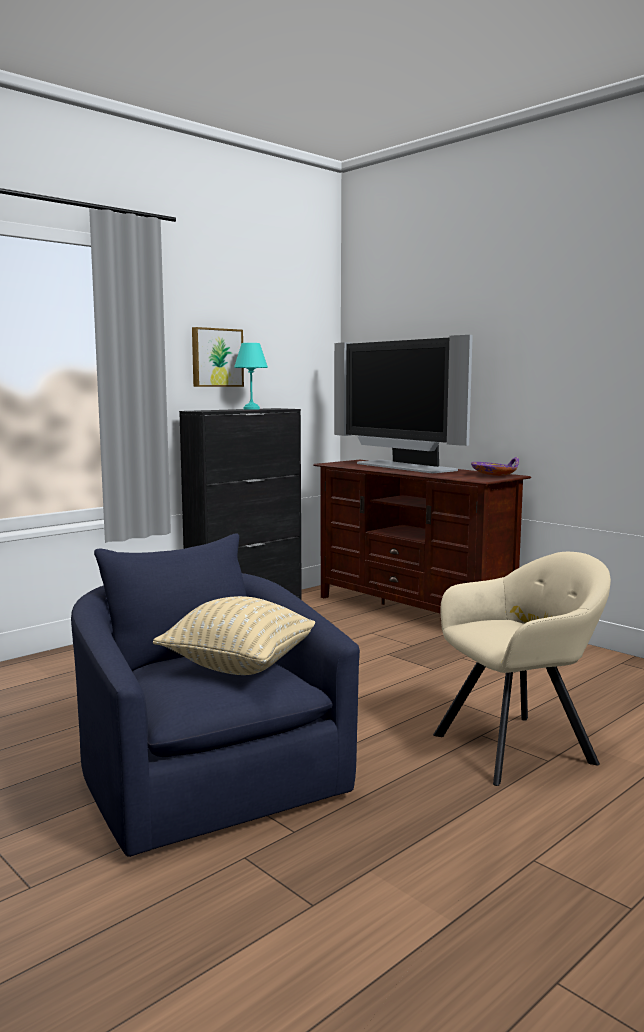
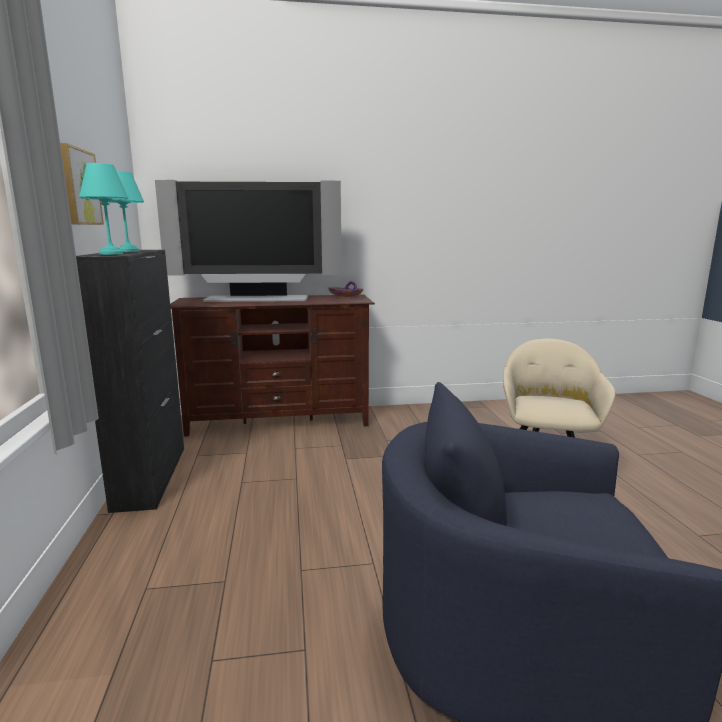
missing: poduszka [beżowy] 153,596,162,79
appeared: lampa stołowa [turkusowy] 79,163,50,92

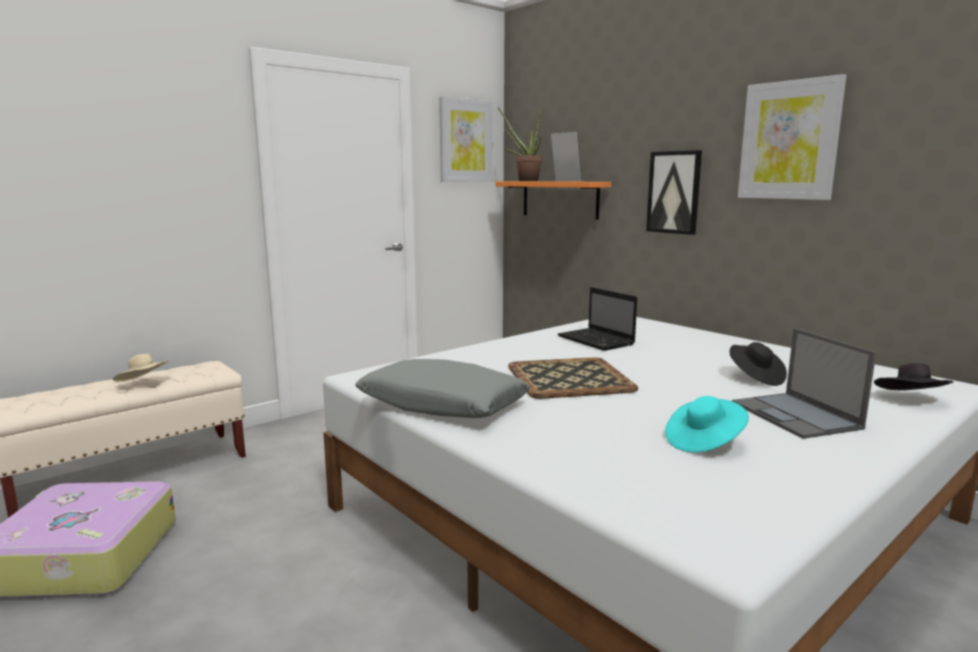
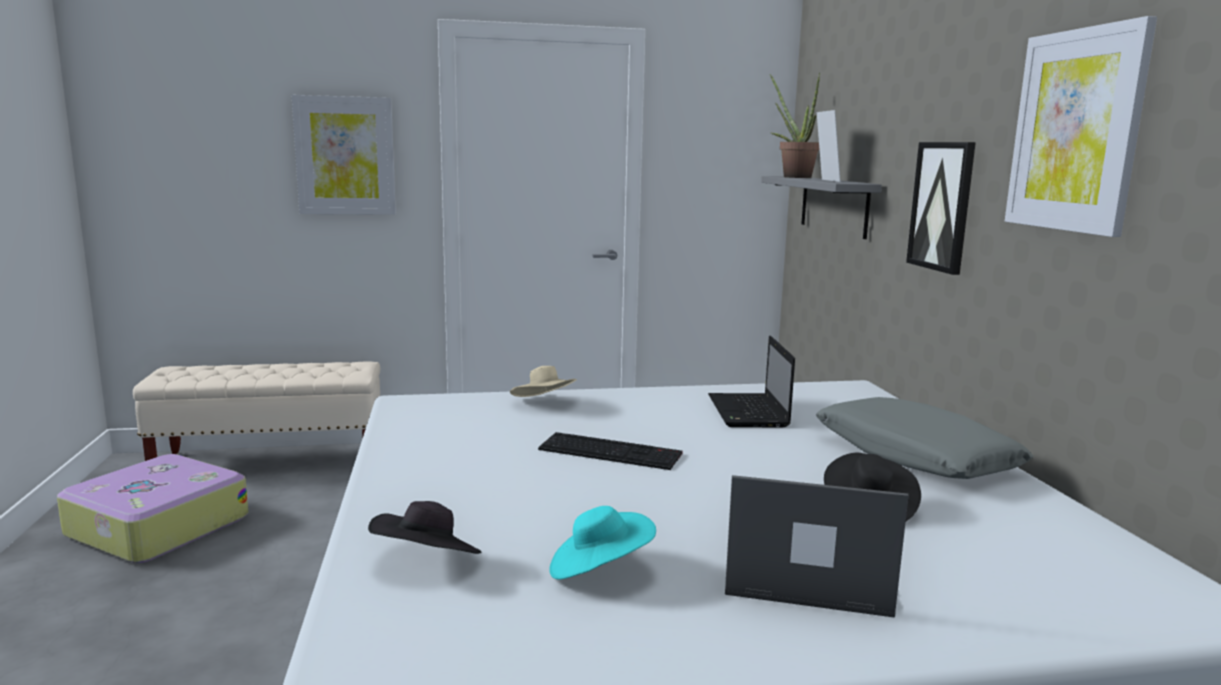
relocated: obraz 439,96,54,86 to 291,95,105,120; kapelusz [czarny] 874,363,79,27 to 368,501,114,53; kapelusz [beżowy] 113,354,56,28 to 510,366,67,31; poduszka [szary] 355,359,175,59 to 816,397,218,82
exchanged: taca 508,357,130,42 to klawiatura 538,432,145,38
colour: półka [pomarańczowy] 495,181,116,39 to półka [szary] 761,176,121,63
spun: laptop 732,328,144,111 = 725,475,184,142 90 degrees clockwise

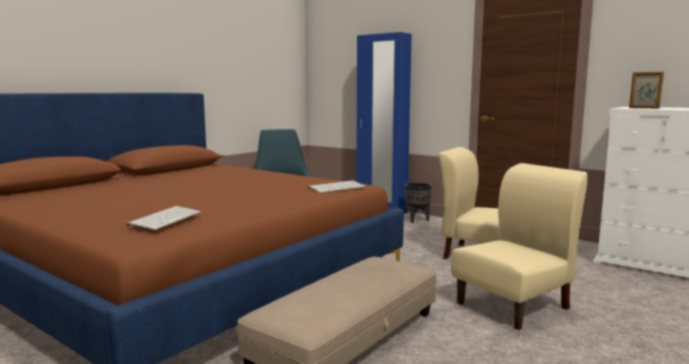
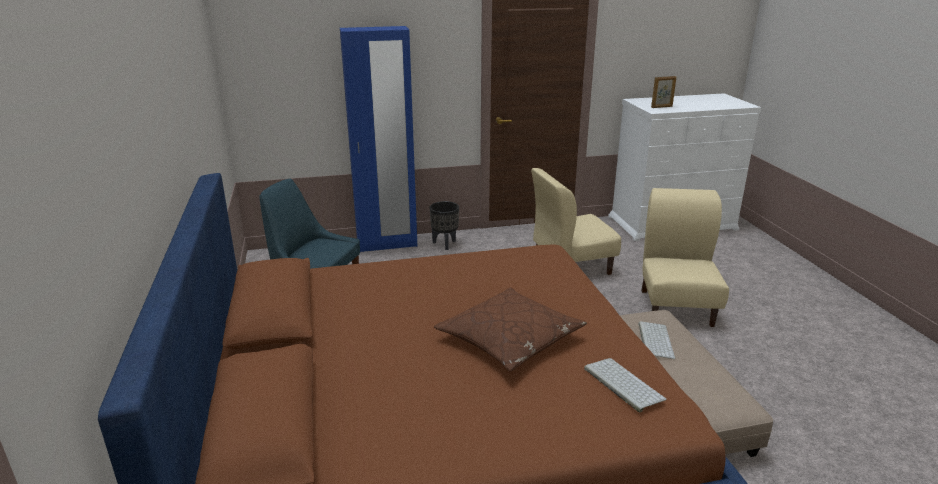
appeared: poduszka [brązowy] 434,288,153,83
relocated: klawiatura 308,180,58,13 to 638,321,37,38

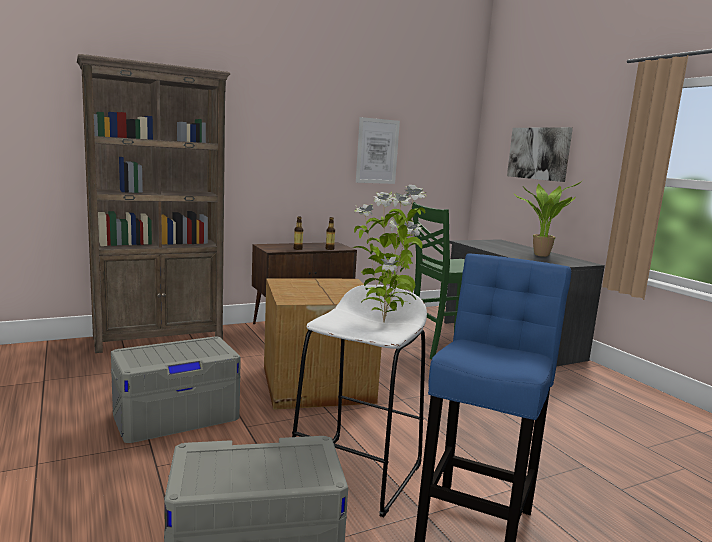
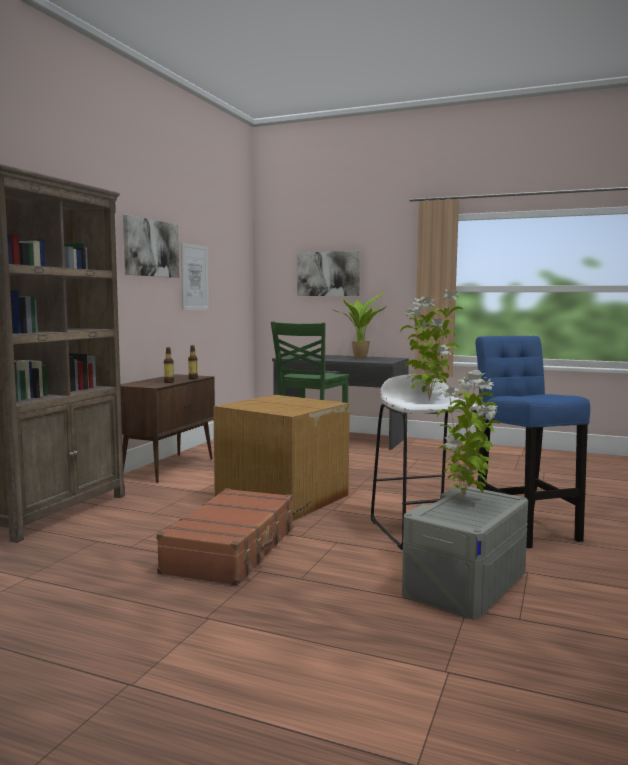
appeared: obraz 123,215,56,63; roślina doniczkowa 437,370,63,130
exchanged: pojemnik do przechowywania [szary] 111,336,130,107 to walizka [brązowy] 156,488,138,98

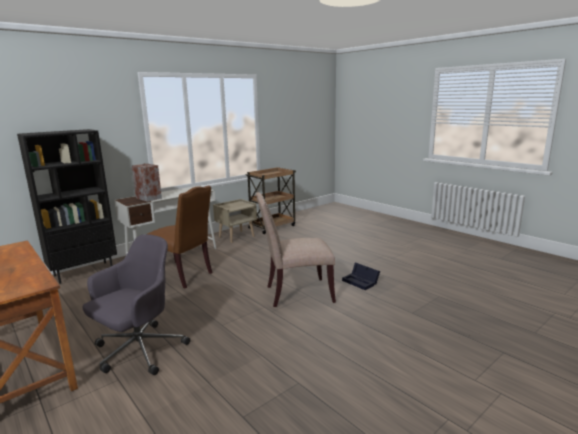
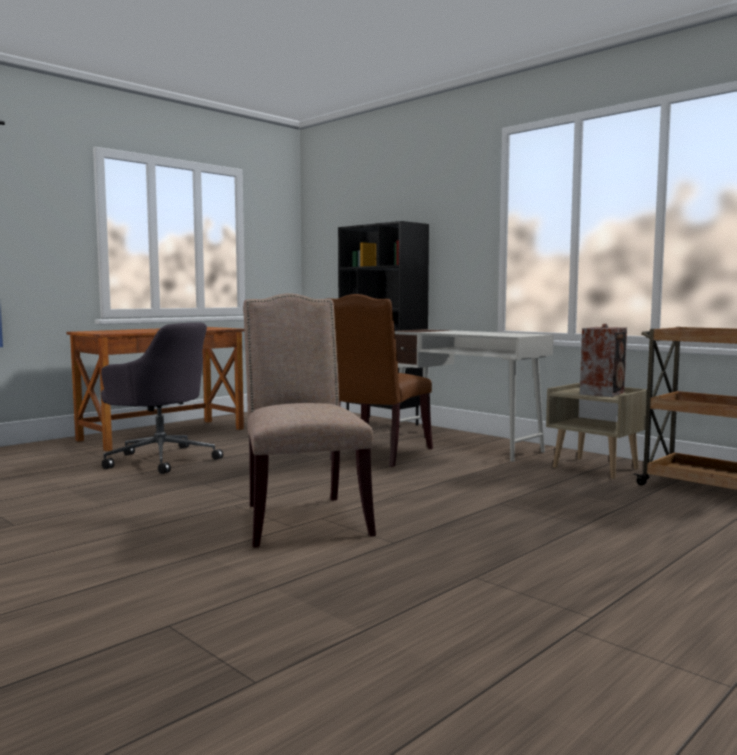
missing: pojemnik do przechowywania [czarny] 342,263,38,27
relocated: głośnik 132,163,30,39 to 580,324,47,73

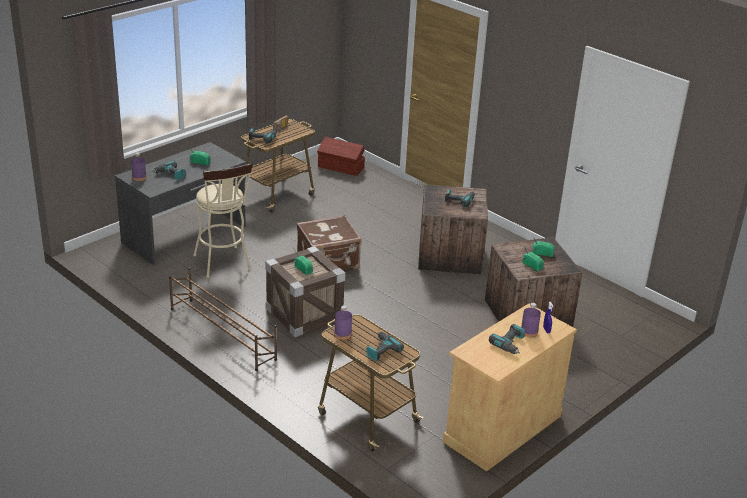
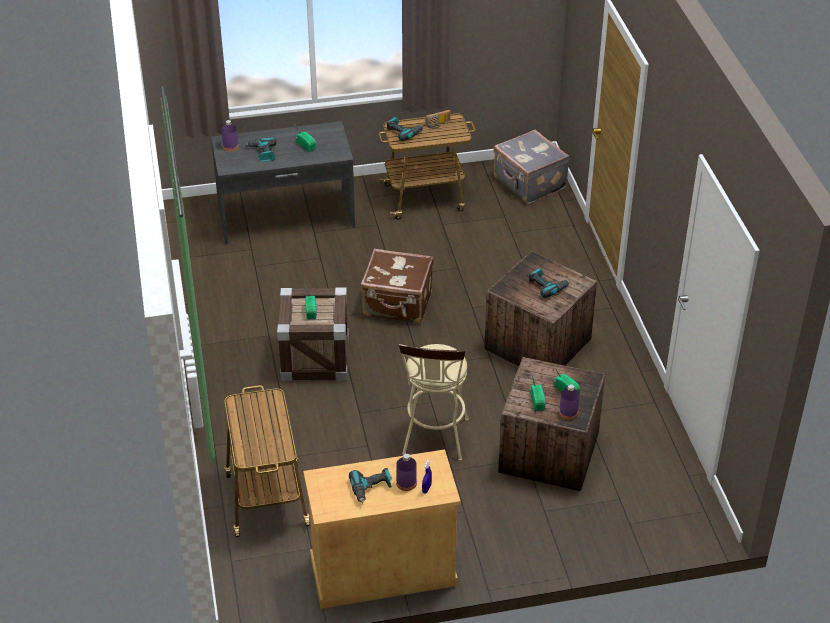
missing: regał na buty [brązowy] 169,267,108,104; wiertarka 366,332,38,29
relocated: stołek [beżowy] 193,163,60,115 to 399,343,70,118; butelka [fioletowy] 334,305,18,35 to 559,384,21,36
exchanged: pojemnik do przechowywania [brązowy] 317,137,48,39 to walizka [szary] 494,130,75,74

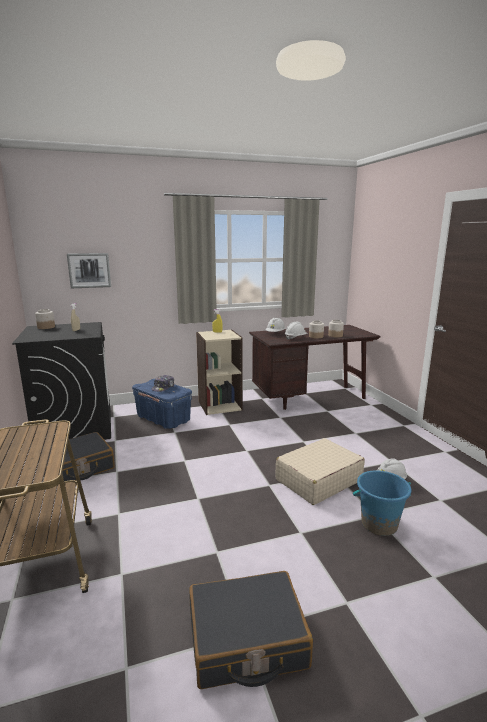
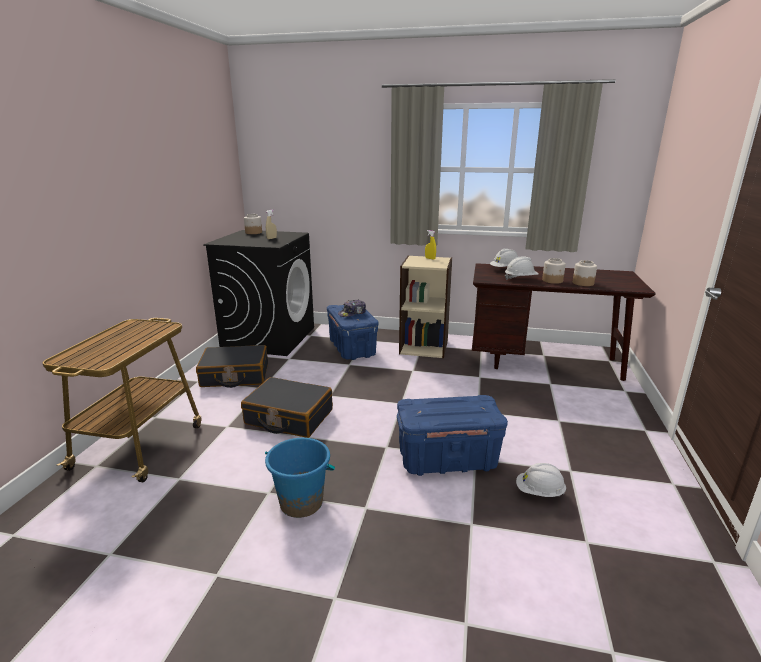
missing: obraz 67,253,44,35
relocated: walizka [czarny] 189,571,124,118 to 241,377,92,61; wiadro [niebieski] 353,470,58,66 to 265,438,70,80
exchanged: walizka [beżowy] 275,438,90,67 to pojemnik do przechowywania [niebieski] 397,395,111,81

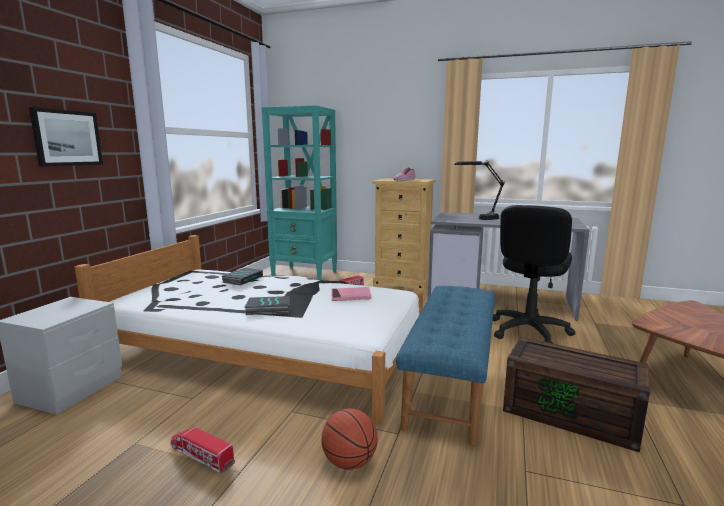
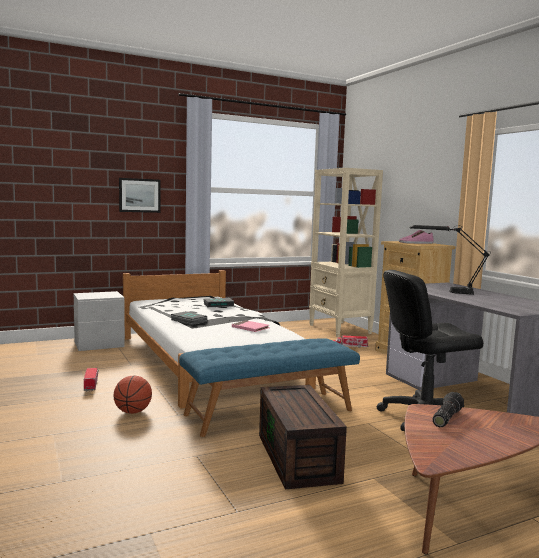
appeared: latarka 433,392,31,35
colour: regał [turkusowy] 261,105,76,175 to regał [beżowy] 309,168,74,169

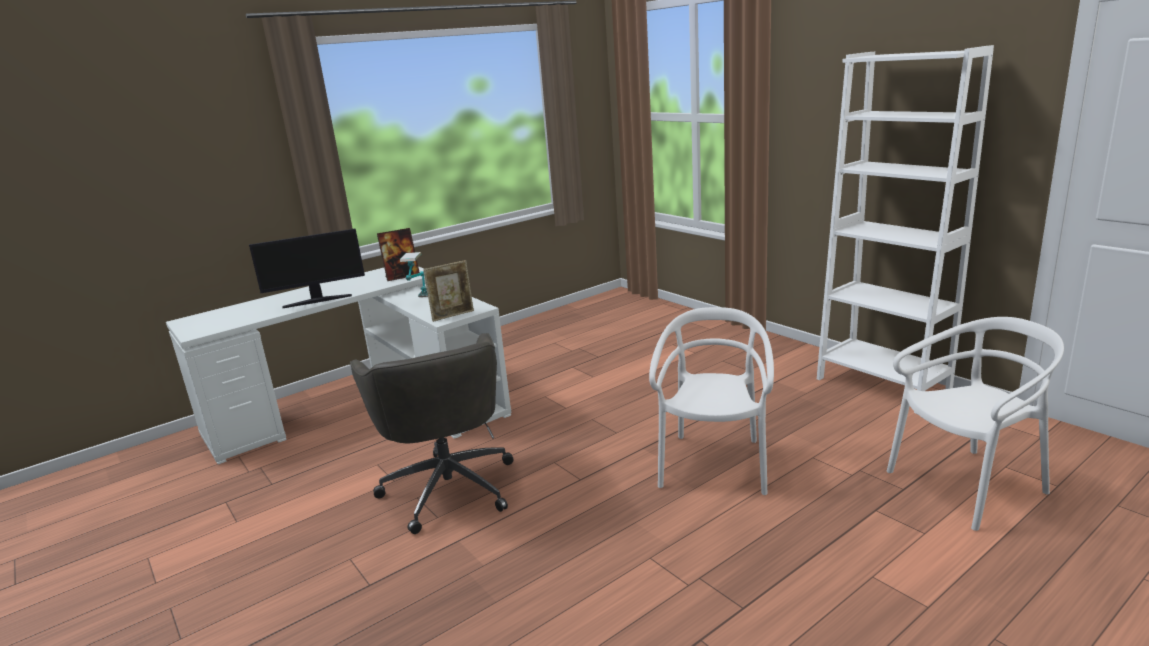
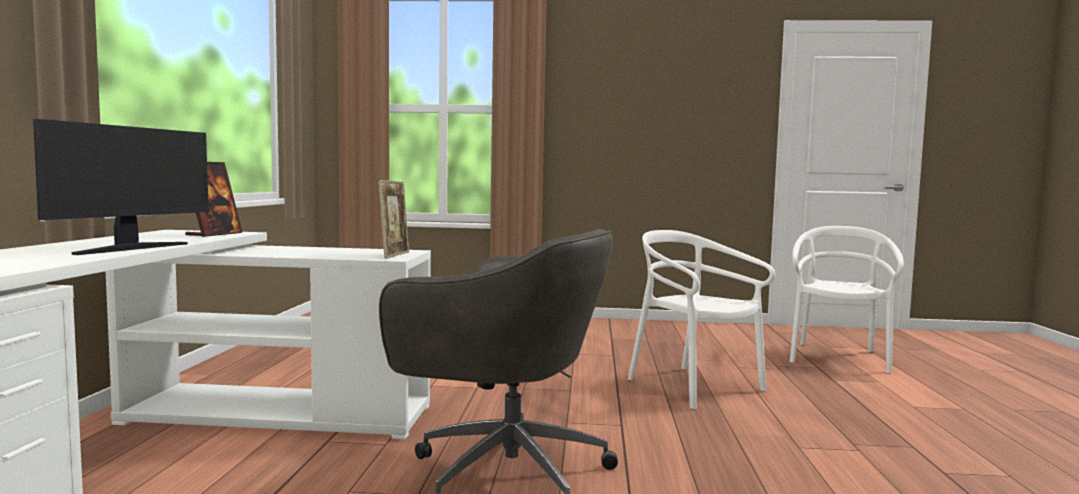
missing: lampa stołowa 400,252,28,45; regał [biały] 817,45,177,369

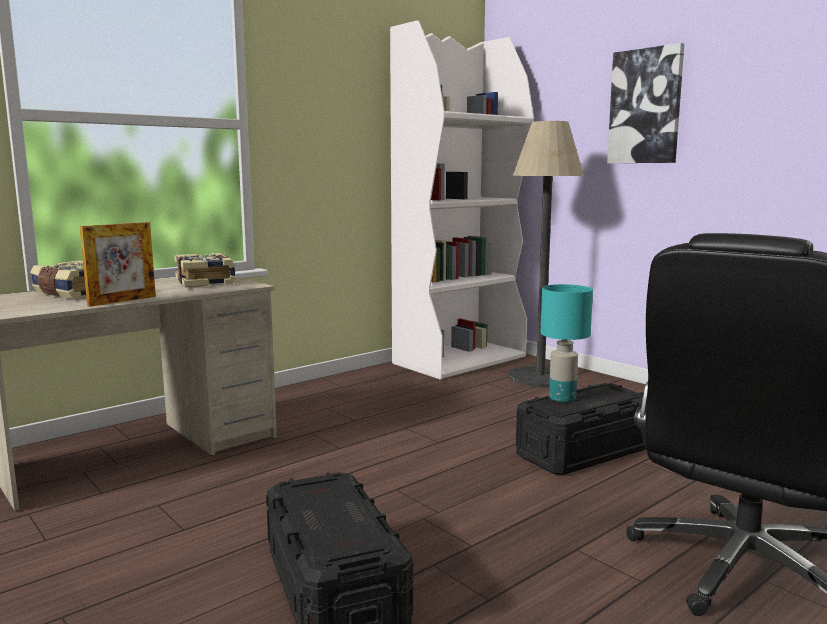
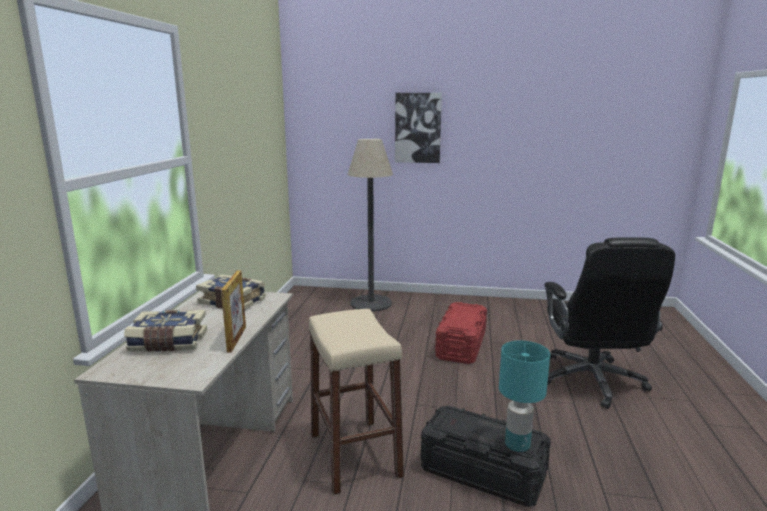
missing: regał [biały] 390,20,144,359
appeared: stołek [beżowy] 308,309,96,186
relocated: lampa stołowa [turkusowy] 540,284,53,118 to 499,341,51,111
colour: pojemnik do przechowywania [czarny] 516,383,130,92 to pojemnik do przechowywania [czerwony] 435,302,52,62

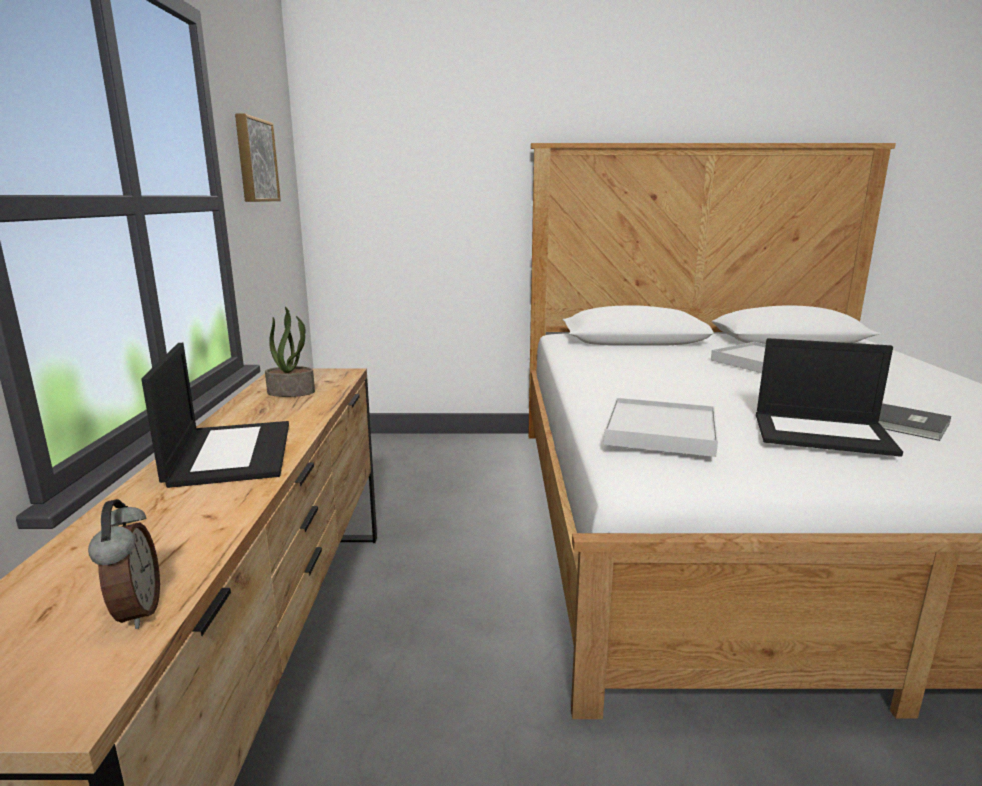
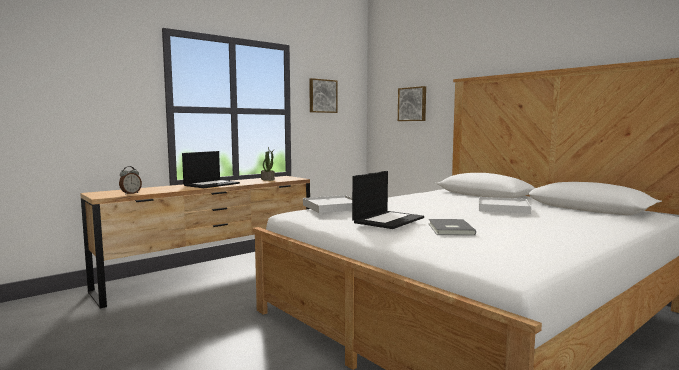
appeared: obraz 398,86,28,35
spun: laptop 756,338,147,119 = 352,171,72,58 120 degrees counterclockwise

